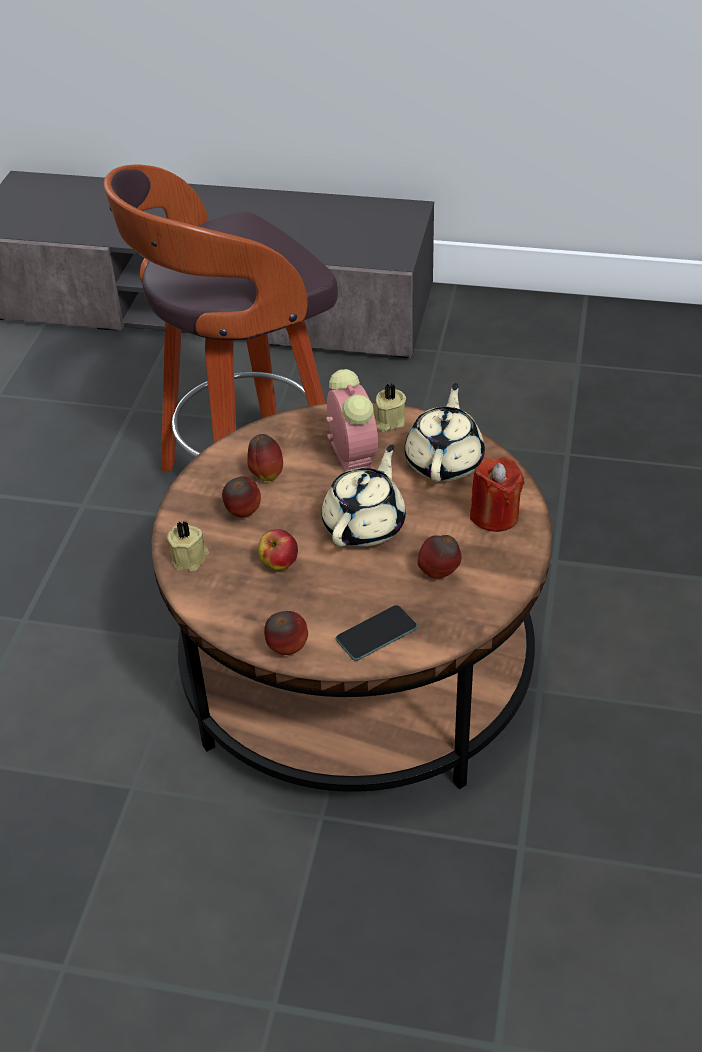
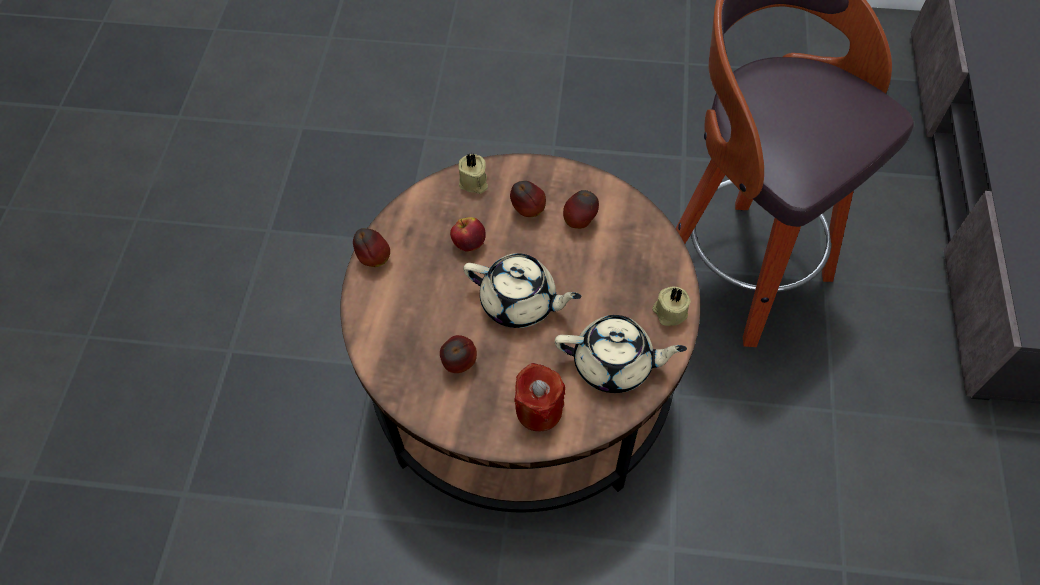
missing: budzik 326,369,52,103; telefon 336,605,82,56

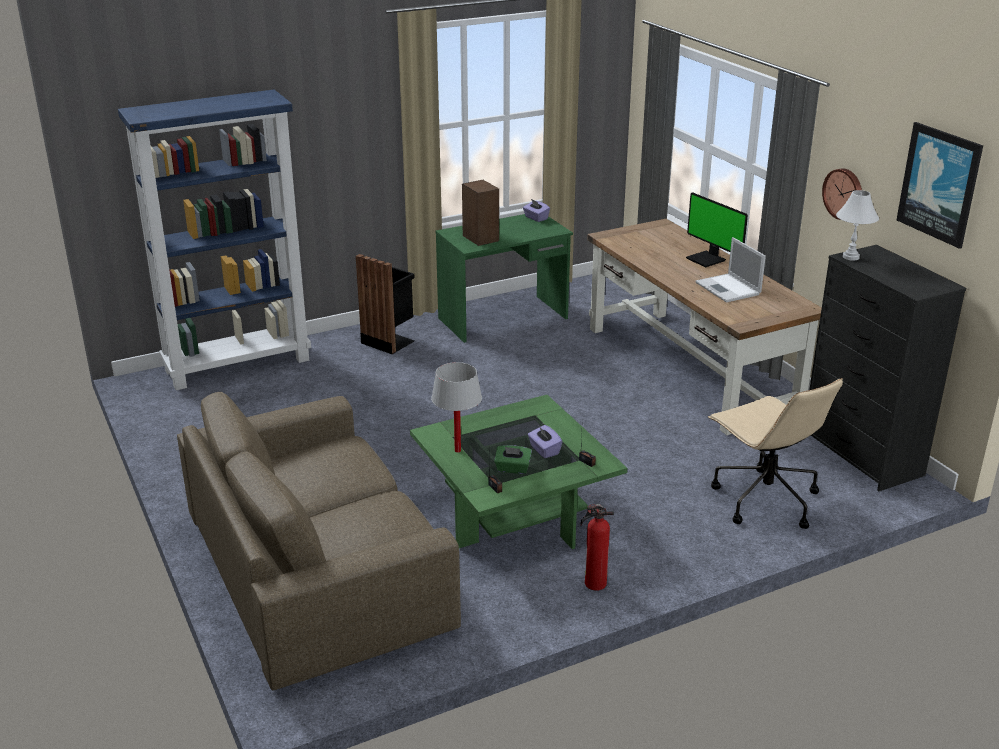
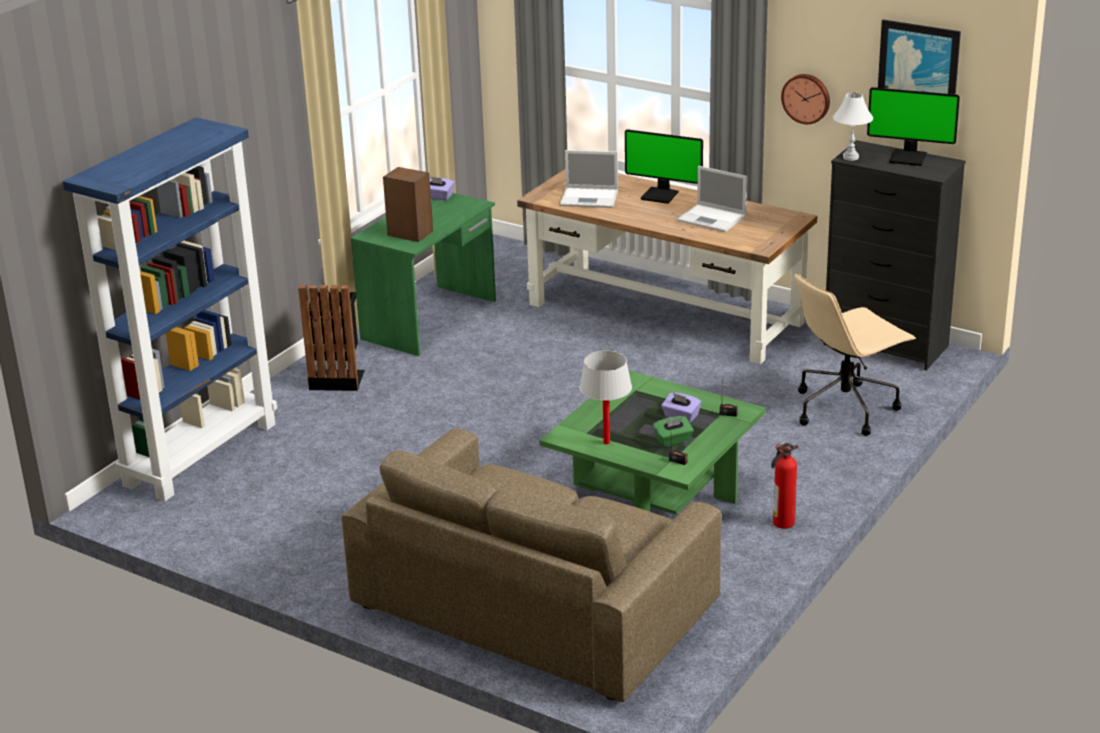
appeared: laptop 560,150,58,58; monitor 867,87,93,79
spun: krzesło biurowe [beżowy] 708,378,135,151 = 794,273,122,163 120 degrees clockwise

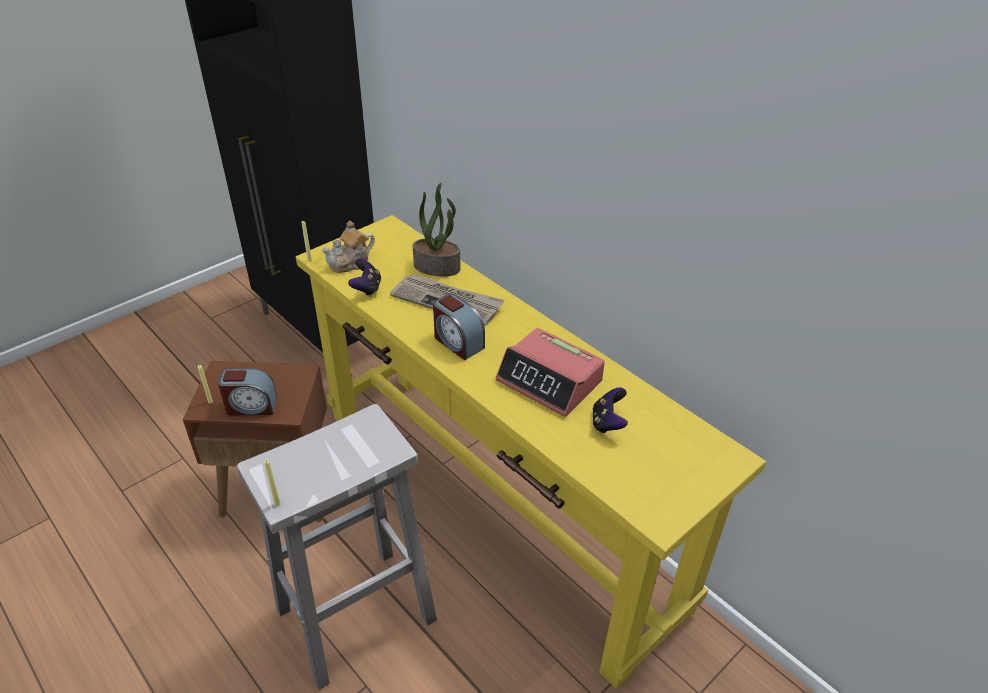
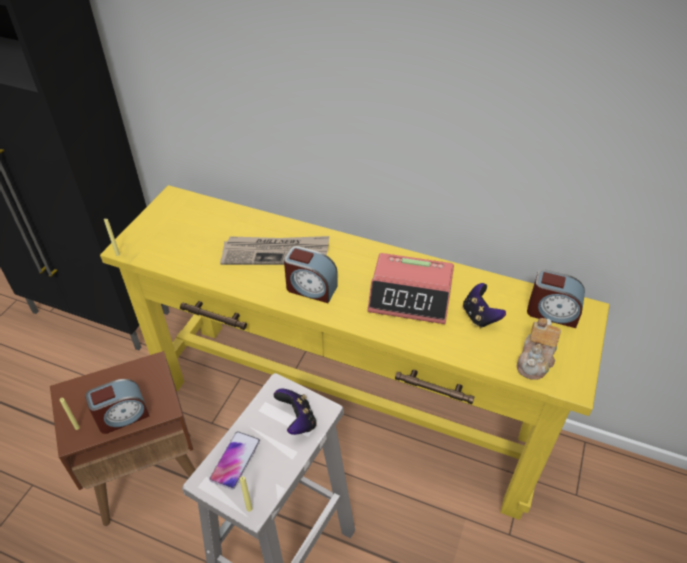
missing: roślina doniczkowa 413,183,48,94
appeared: telefon 209,431,51,59; budzik 527,269,58,59
relocated: pad do gier 348,258,33,39 to 274,389,43,46; imbryk 321,221,54,52 to 517,318,44,62

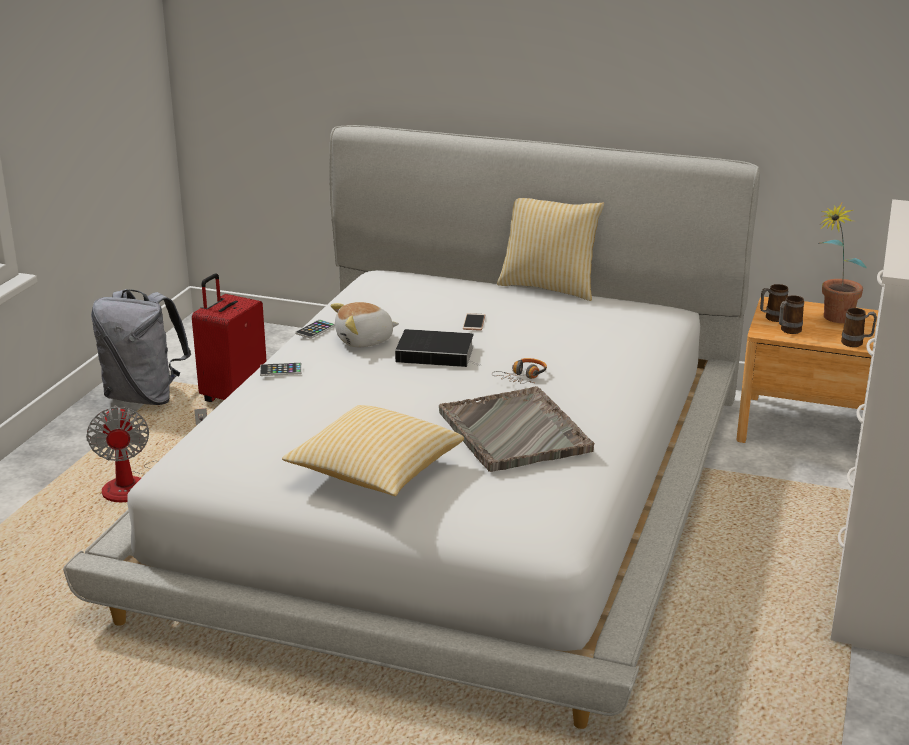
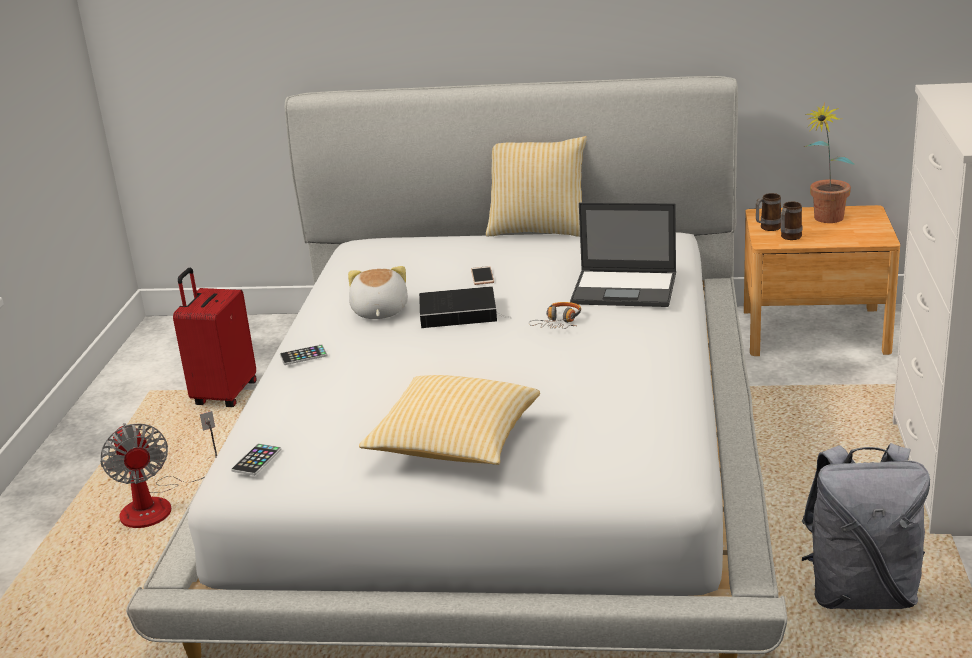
missing: taca [szary] 439,386,155,86; kubek 841,308,36,39
appeared: laptop 570,203,106,104
relocated: telefon 295,320,40,19 to 231,443,51,33; plecak [szary] 91,289,100,116 to 802,443,128,166
spun: pluszak 331,302,68,45 = 348,266,60,53 120 degrees clockwise

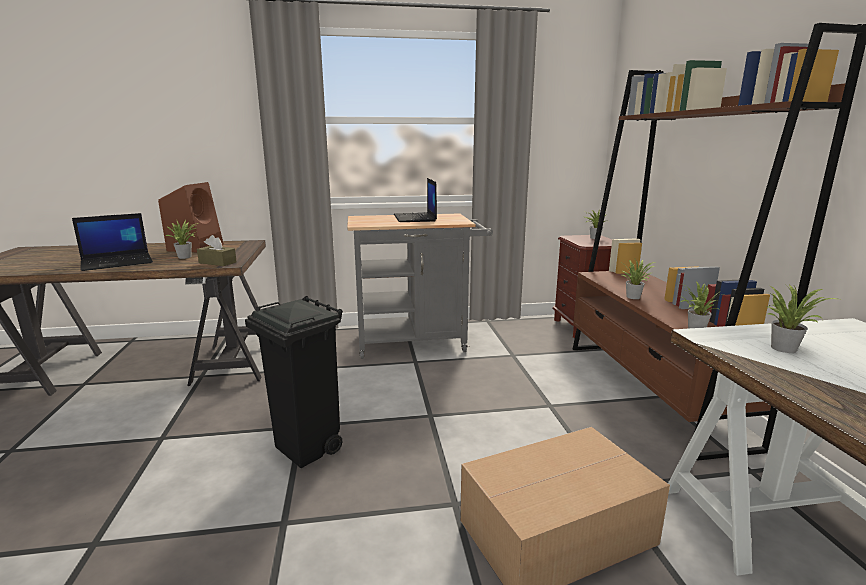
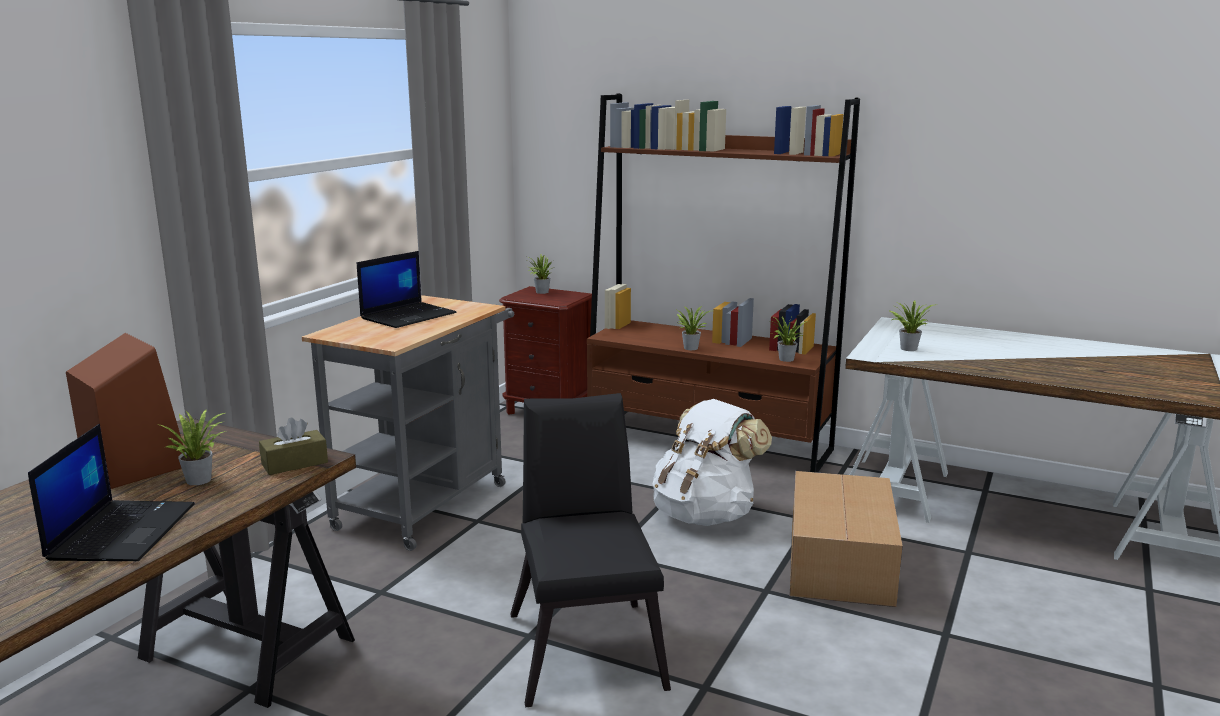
appeared: plecak [biały] 653,399,119,127
exchanged: kosz na śmieci [czarny] 245,296,98,172 to krzesło [czarny] 510,393,161,314
spun: laptop 394,178,43,44 = 357,251,99,77 75 degrees counterclockwise

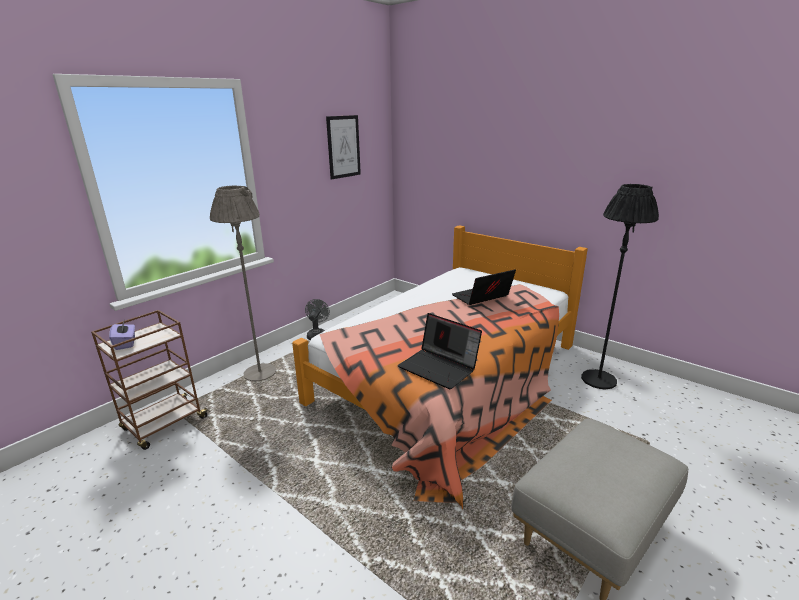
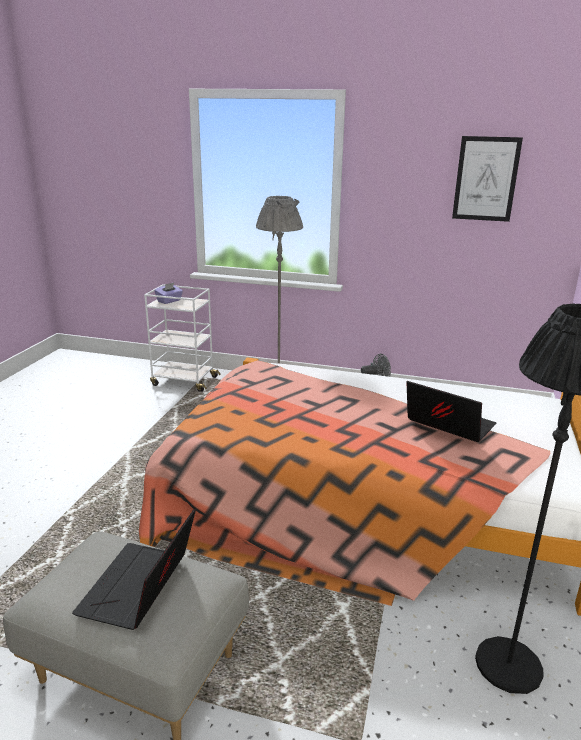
relocated: laptop 398,313,84,76 to 72,508,124,122
colour: wózek [brązowy] 91,310,119,140 to wózek [biały] 144,284,76,108

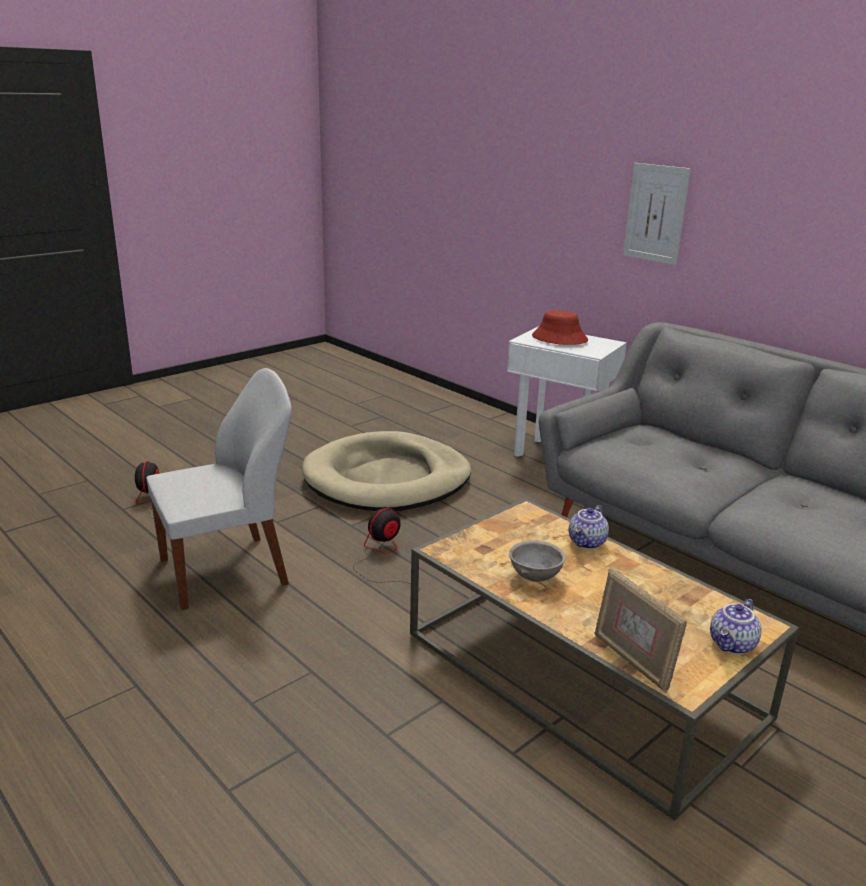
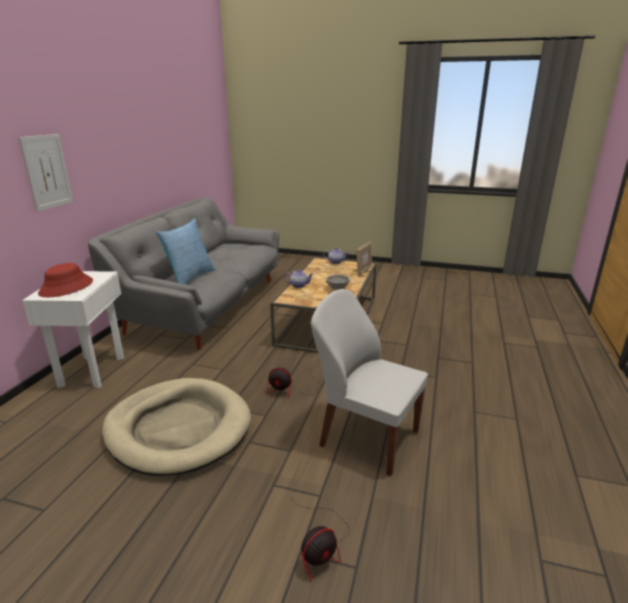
appeared: poduszka 156,218,60,66

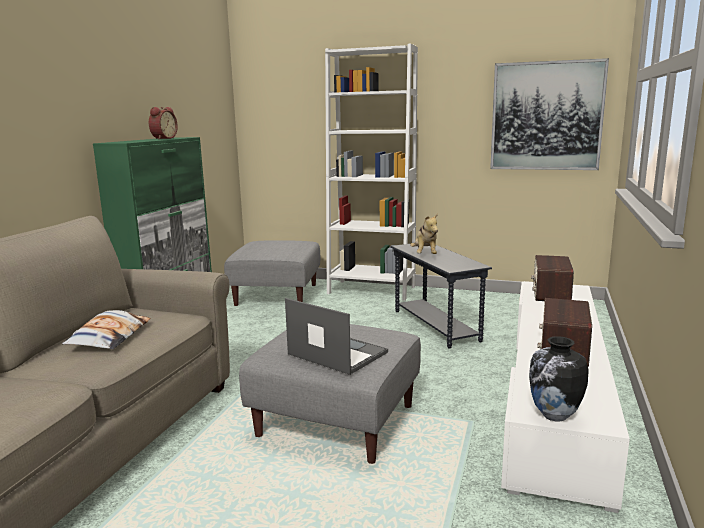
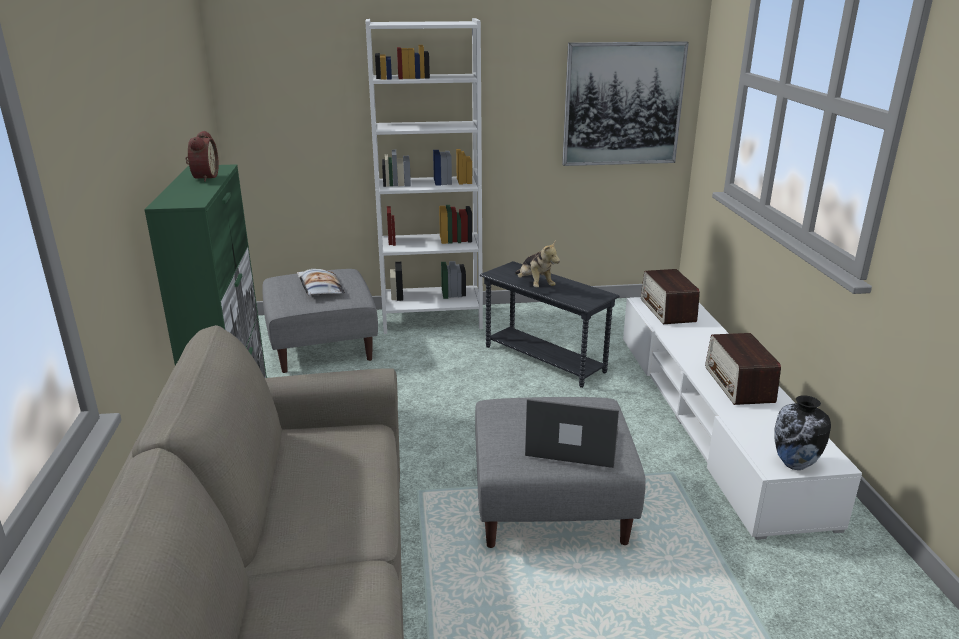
relocated: poduszka 62,310,89,39 to 297,269,48,26

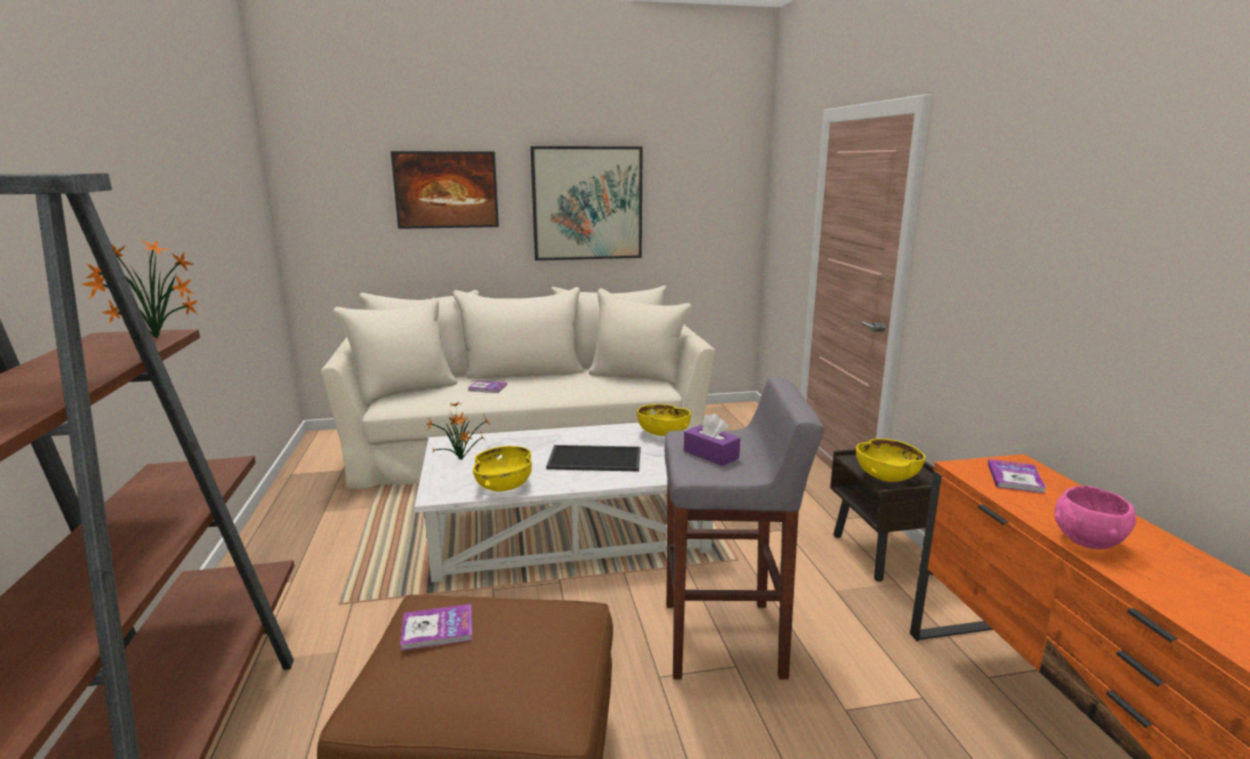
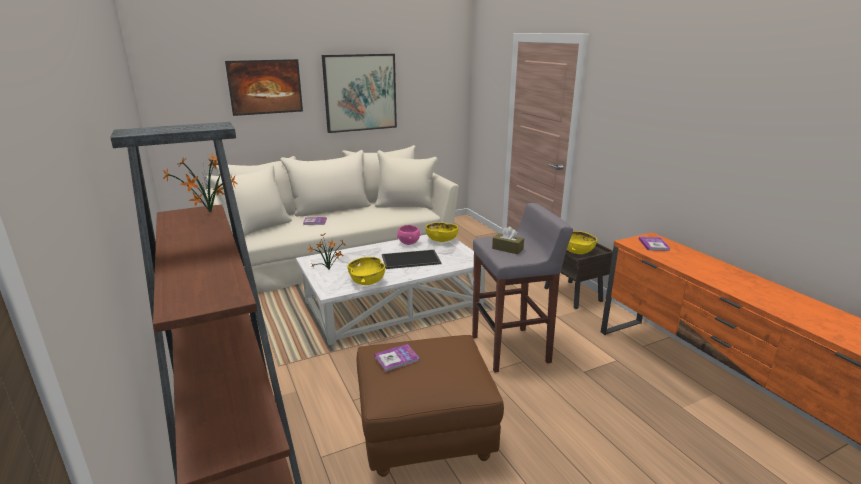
relocated: miska [różowy] 1055,486,81,63 to 397,225,24,20
colour: pudełko chusteczek [fioletowy] 684,414,56,52 to pudełko chusteczek [brązowy] 492,227,32,27

